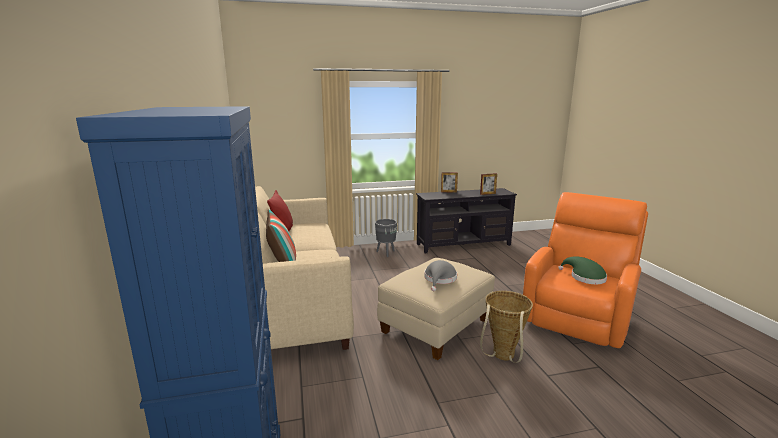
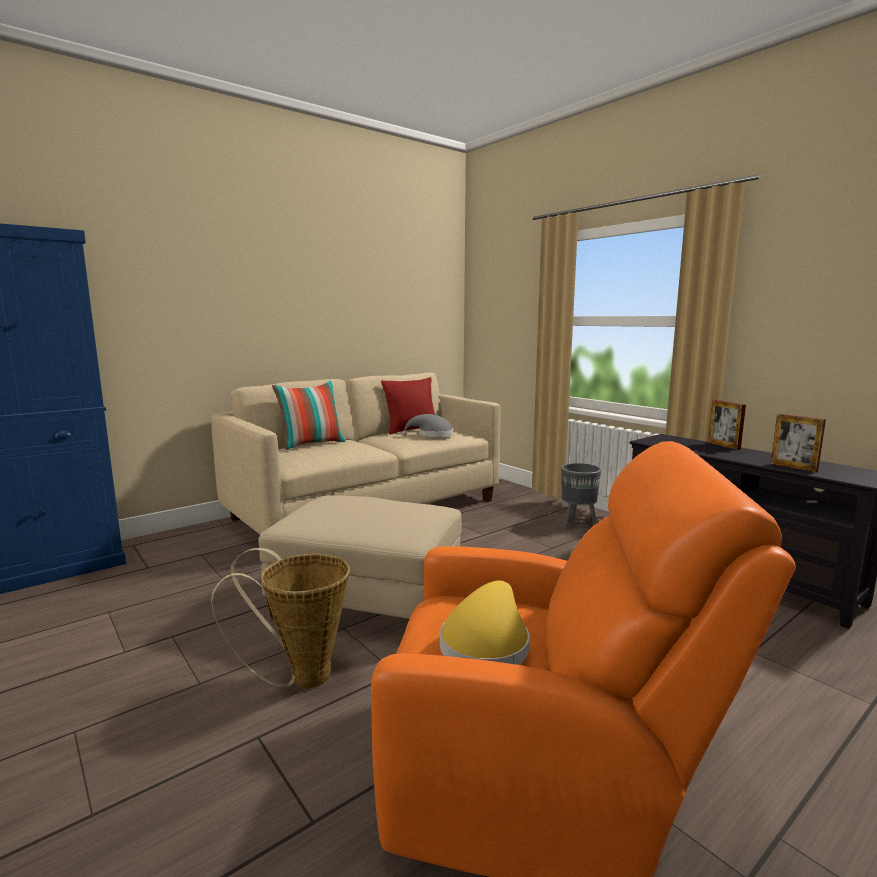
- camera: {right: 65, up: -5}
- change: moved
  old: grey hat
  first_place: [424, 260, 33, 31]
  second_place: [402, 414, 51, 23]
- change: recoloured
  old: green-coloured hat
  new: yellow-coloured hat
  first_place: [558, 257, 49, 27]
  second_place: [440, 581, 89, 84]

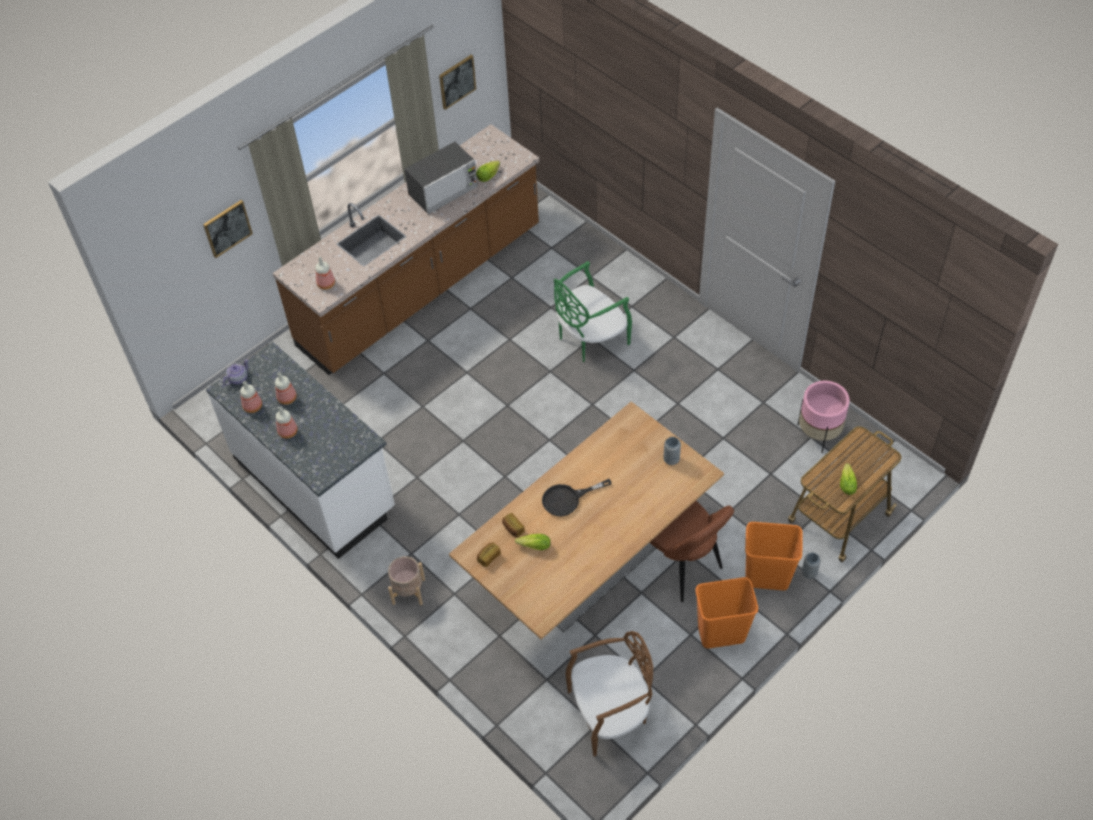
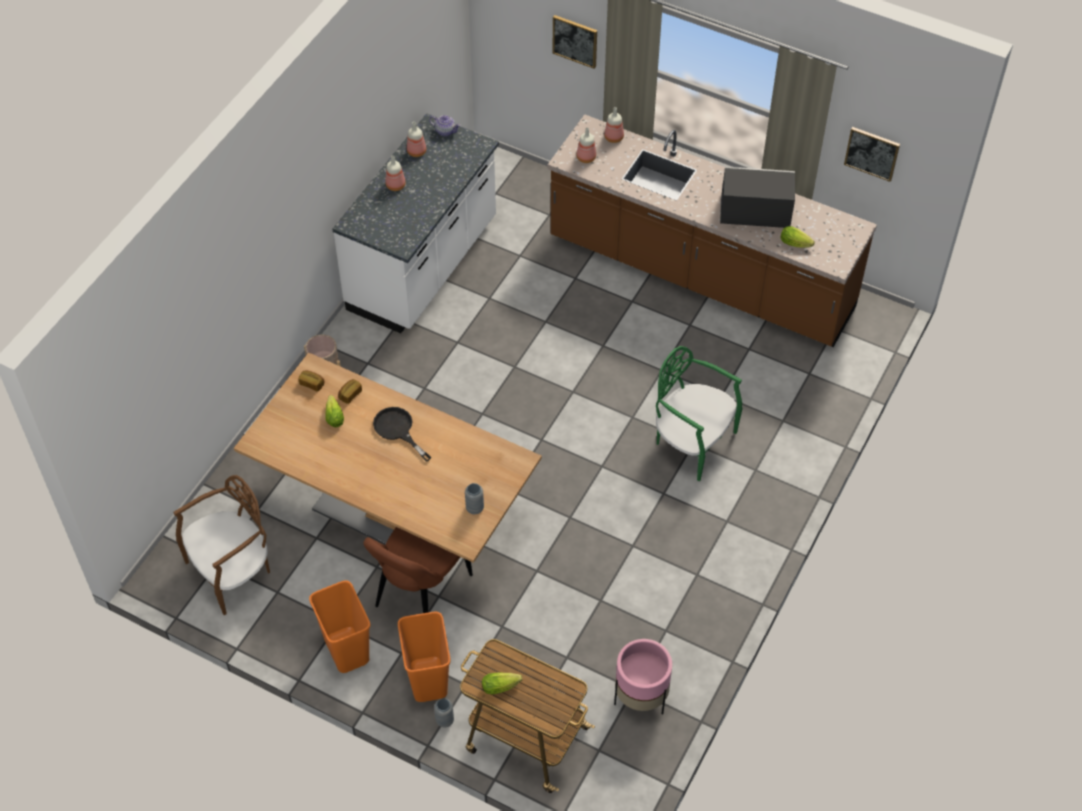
- camera: {right: 70, up: 0}
- change: turned
  old: brown-coloured chair
  first_place: [565, 631, 88, 126]
  second_place: [173, 475, 97, 140]
  degrees: -90
- change: moved
  old: drink bottle
  first_place: [275, 372, 22, 33]
  second_place: [604, 107, 20, 36]
- change: turned
  old: kitchen microwave
  first_place: [404, 142, 74, 72]
  second_place: [720, 167, 75, 61]
  degrees: 150

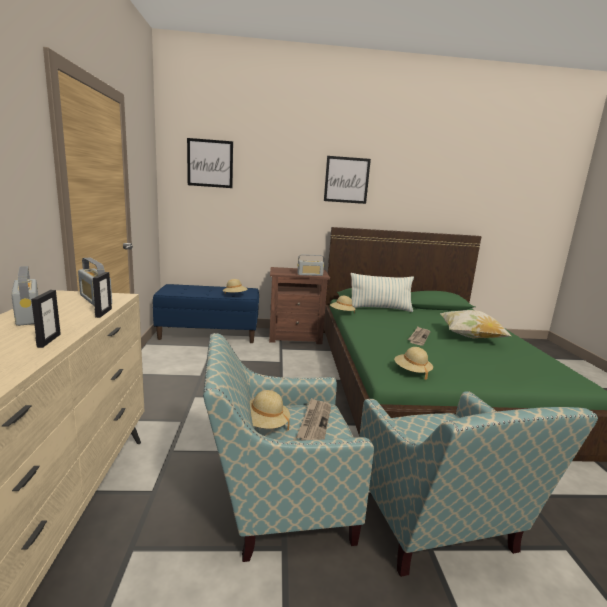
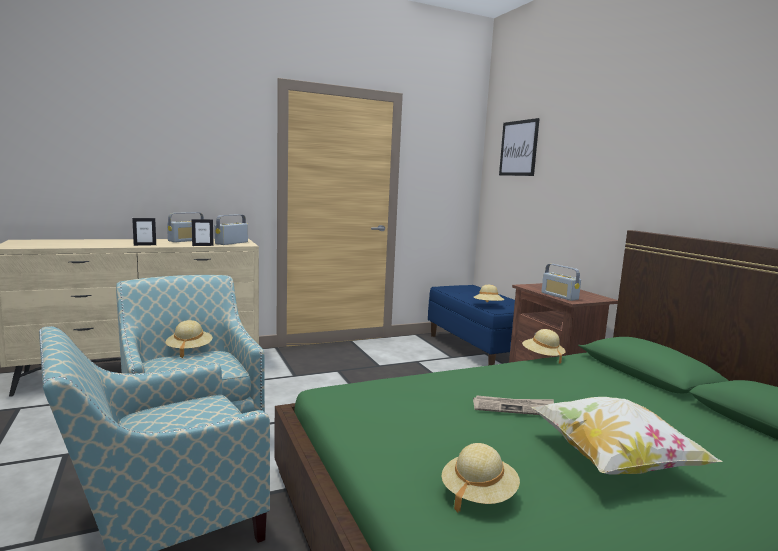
- camera: {right: 70, up: -5}
- change: moved
  old: beige hat
  first_place: [394, 347, 39, 33]
  second_place: [441, 443, 79, 69]
- change: removed
  old: daily paper
  first_place: [296, 398, 35, 42]
- change: removed
  old: picture
  first_place: [324, 156, 47, 48]
- change: removed
  old: cushion
  first_place: [351, 273, 63, 39]

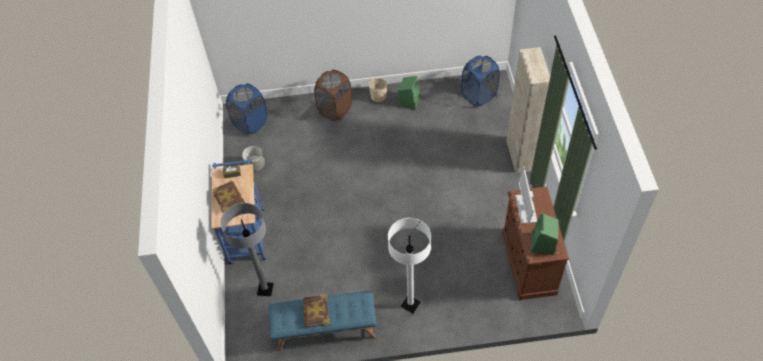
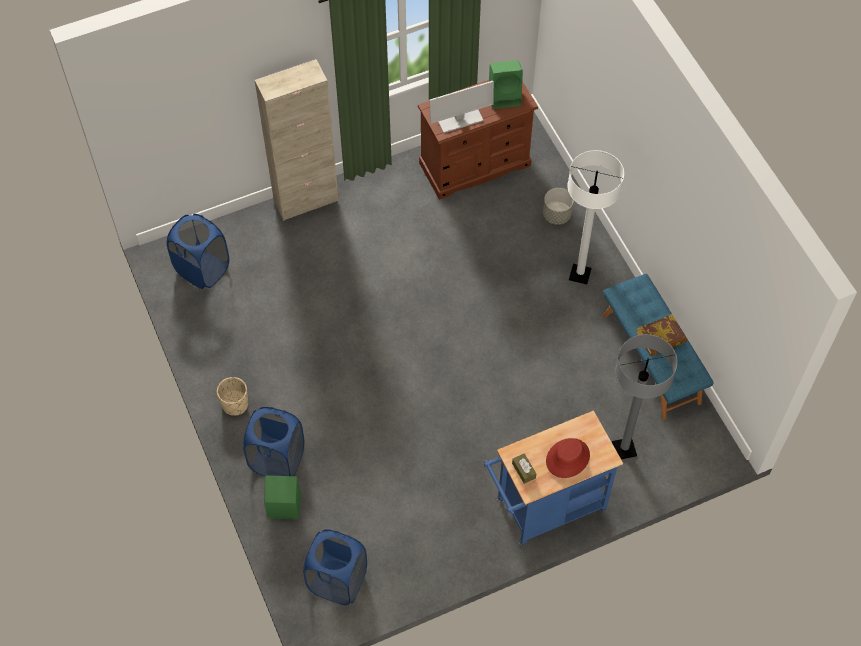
- camera: {right: -110, up: 5}
- change: recoloured
  old: brown-coloured laundry basket
  new: bluish laundry basket
  first_place: [314, 70, 38, 51]
  second_place: [243, 407, 61, 69]
- change: moved
  old: green-coloured audio speaker
  first_place: [398, 76, 23, 34]
  second_place: [264, 475, 37, 45]
- change: moved
  old: grey plant pot
  first_place: [242, 146, 23, 25]
  second_place: [543, 188, 31, 37]
- change: replaced
  old: bound book
  new: red-coloured hat
  first_place: [212, 181, 33, 32]
  second_place: [546, 438, 44, 40]

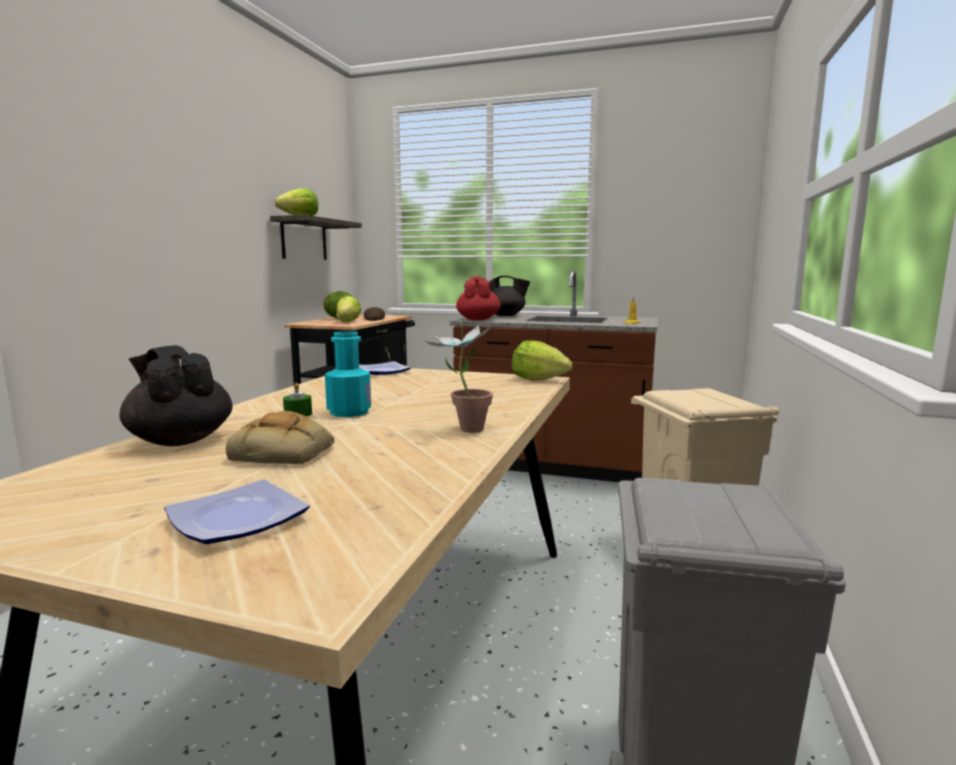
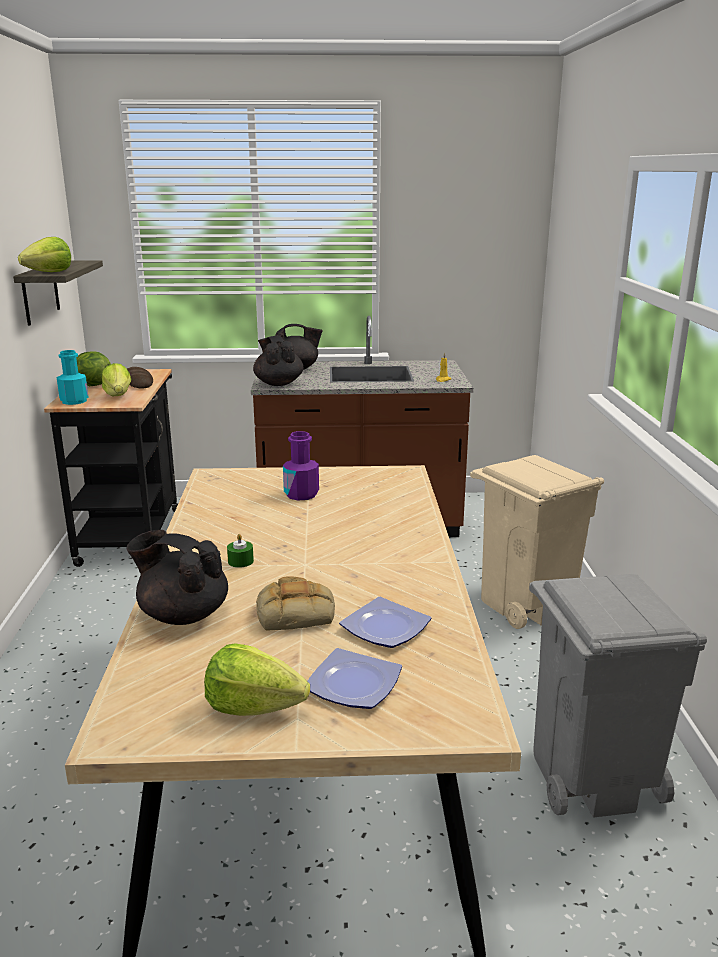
- camera: {right: -20, up: 10}
- change: moved
  old: turquoise-coloured drink bottle
  first_place: [325, 331, 46, 86]
  second_place: [57, 350, 32, 55]
- change: moved
  old: lettuce head
  first_place: [512, 340, 60, 41]
  second_place: [204, 643, 106, 73]
- change: recoloured
  old: red-coloured tea pot
  new: black tea pot
  first_place: [456, 276, 45, 44]
  second_place: [253, 335, 50, 51]
- change: added
  new: purple-coloured drink bottle
  second_place: [283, 431, 36, 70]
- change: moved
  old: flat dish
  first_place: [359, 361, 52, 14]
  second_place: [339, 597, 93, 51]
- change: removed
  old: potted plant
  first_place: [425, 322, 68, 111]

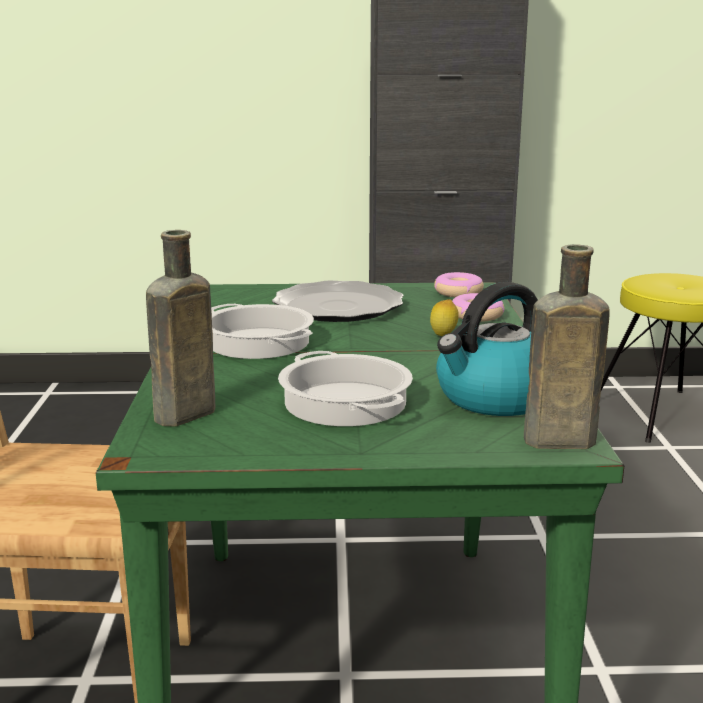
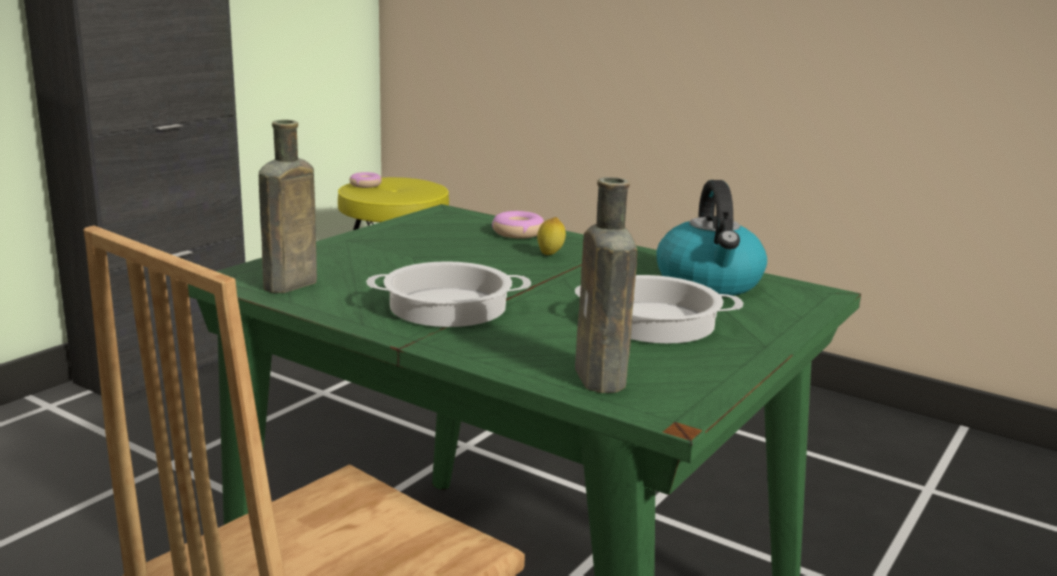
- camera: {right: -55, up: 0}
- change: moved
  old: brown-coloured drink bottle
  first_place: [524, 244, 86, 205]
  second_place: [259, 120, 58, 173]
- change: moved
  old: doughnut
  first_place: [434, 272, 50, 25]
  second_place: [349, 172, 33, 16]
- change: removed
  old: flat dish
  first_place: [272, 280, 132, 42]

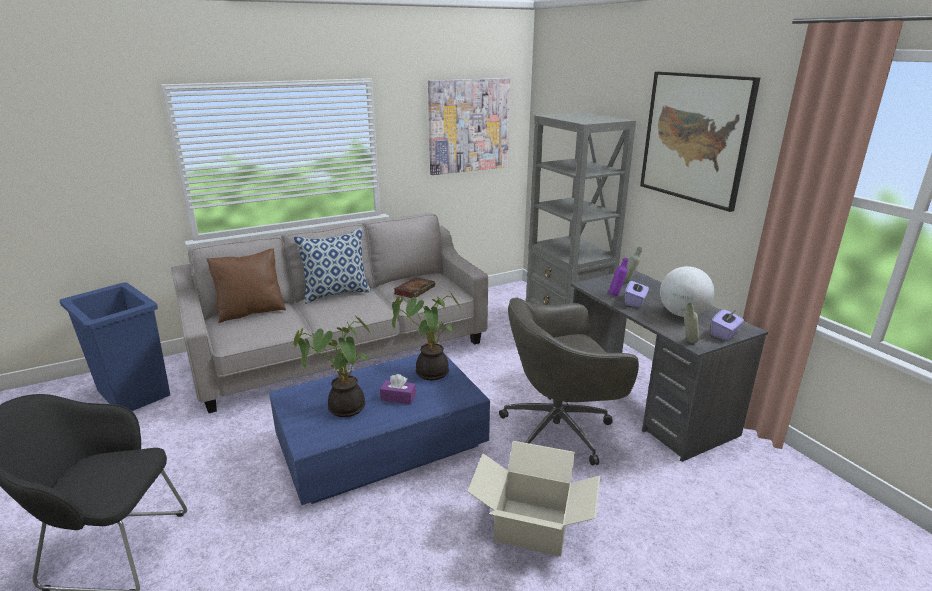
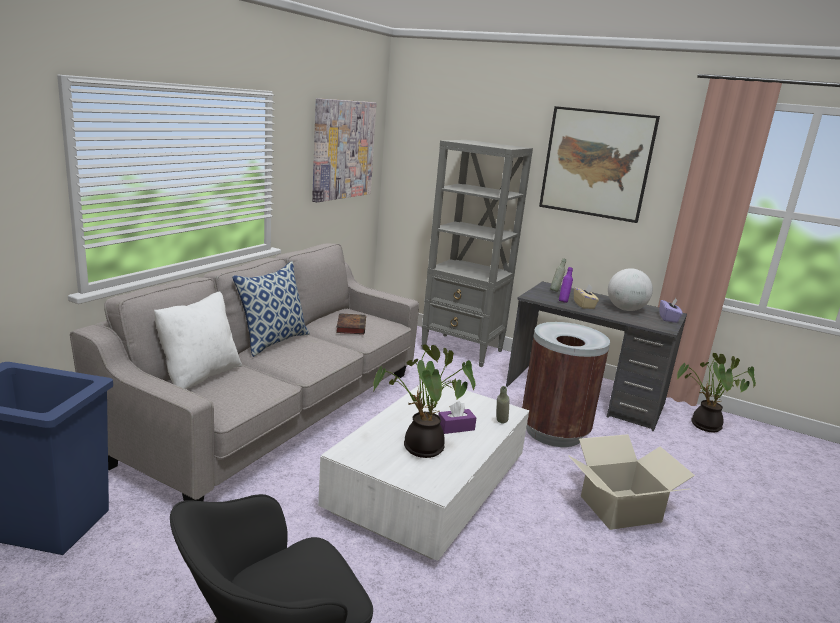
- camera: {right: -35, up: -5}
- change: recoloured
  old: brown-coloured cushion
  new: white cushion
  first_place: [206, 248, 80, 75]
  second_place: [154, 291, 88, 98]
- change: recoloured
  old: bluish lounge table
  new: white lounge table
  first_place: [269, 354, 221, 151]
  second_place: [318, 383, 211, 178]
- change: moved
  old: grey drink bottle
  first_place: [684, 303, 15, 40]
  second_place: [497, 386, 13, 37]
- change: replaced
  old: grey office chair
  new: brown-coloured rubbish bin
  first_place: [499, 298, 140, 168]
  second_place: [522, 322, 88, 125]
- change: recoloured
  old: purple-coloured tissue holder
  new: beige tissue holder
  first_place: [625, 281, 24, 26]
  second_place: [574, 285, 25, 24]
- change: moved
  old: potted plant
  first_place: [392, 292, 68, 88]
  second_place: [677, 353, 79, 79]

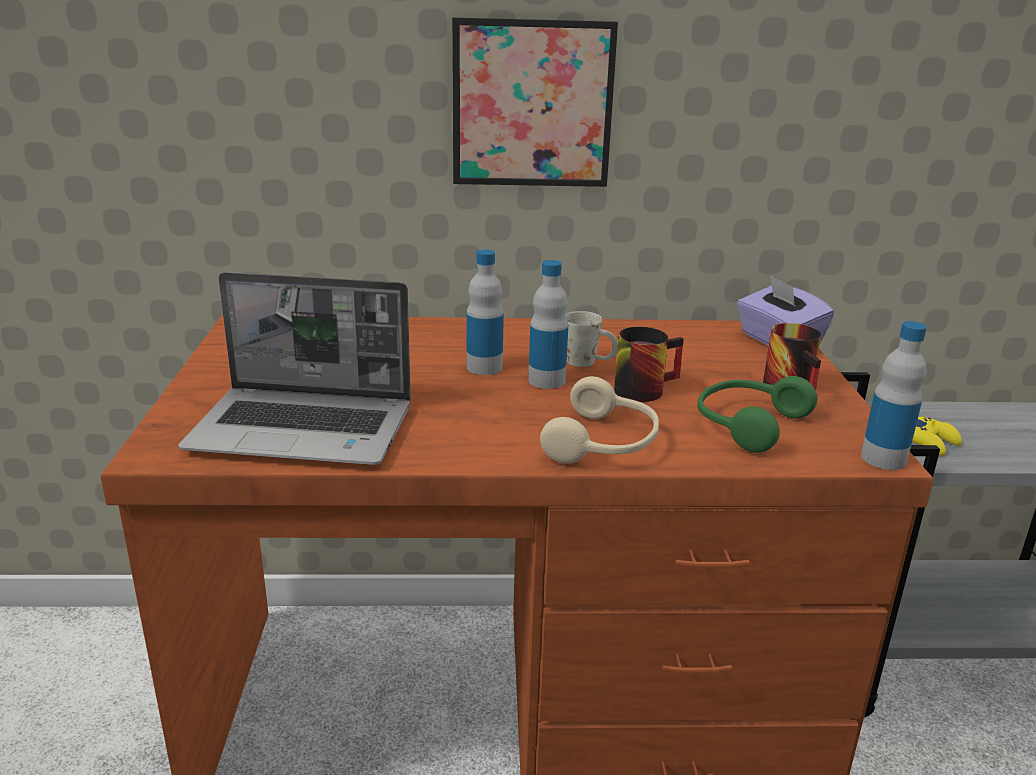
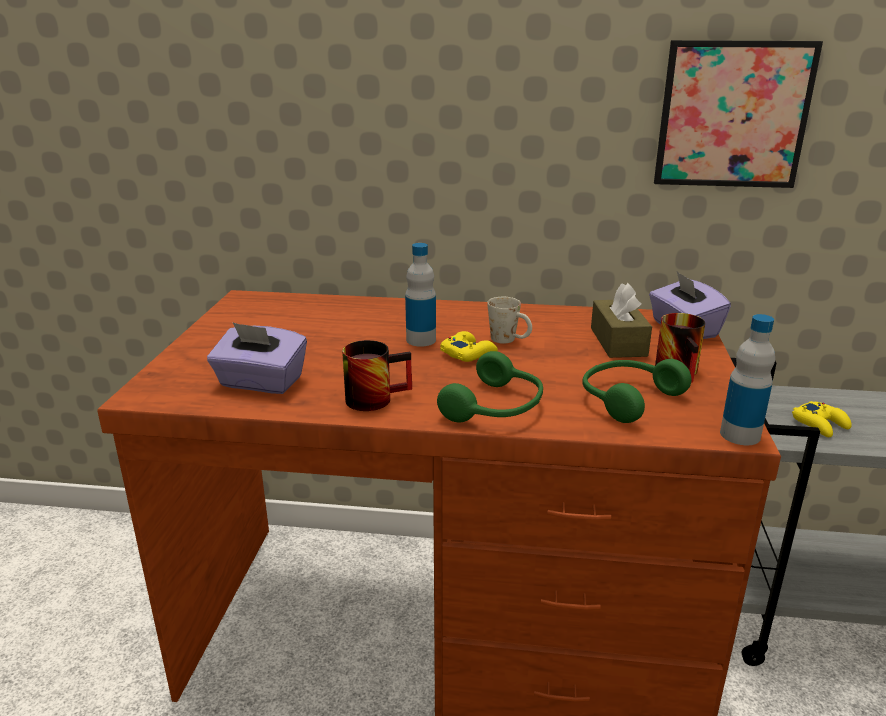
- camera: {right: 10, up: 0}
- change: replaced
  old: notebook computer
  new: purple-coloured tissue holder
  first_place: [178, 272, 233, 193]
  second_place: [207, 323, 100, 71]
- change: moved
  old: tea mug
  first_place: [614, 327, 70, 75]
  second_place: [342, 340, 70, 71]
- change: recoloured
  old: beige pair of headphones
  new: green-coloured pair of headphones
  first_place: [540, 376, 119, 88]
  second_place: [437, 351, 106, 72]
- change: replaced
  old: drink bottle
  new: yellow-coloured gamepad
  first_place: [528, 260, 40, 129]
  second_place: [440, 331, 58, 31]
- change: added
  new: brown-coloured tissue holder
  second_place: [591, 283, 61, 75]
- change: moved
  old: picture
  first_place: [452, 18, 166, 169]
  second_place: [654, 40, 169, 148]

